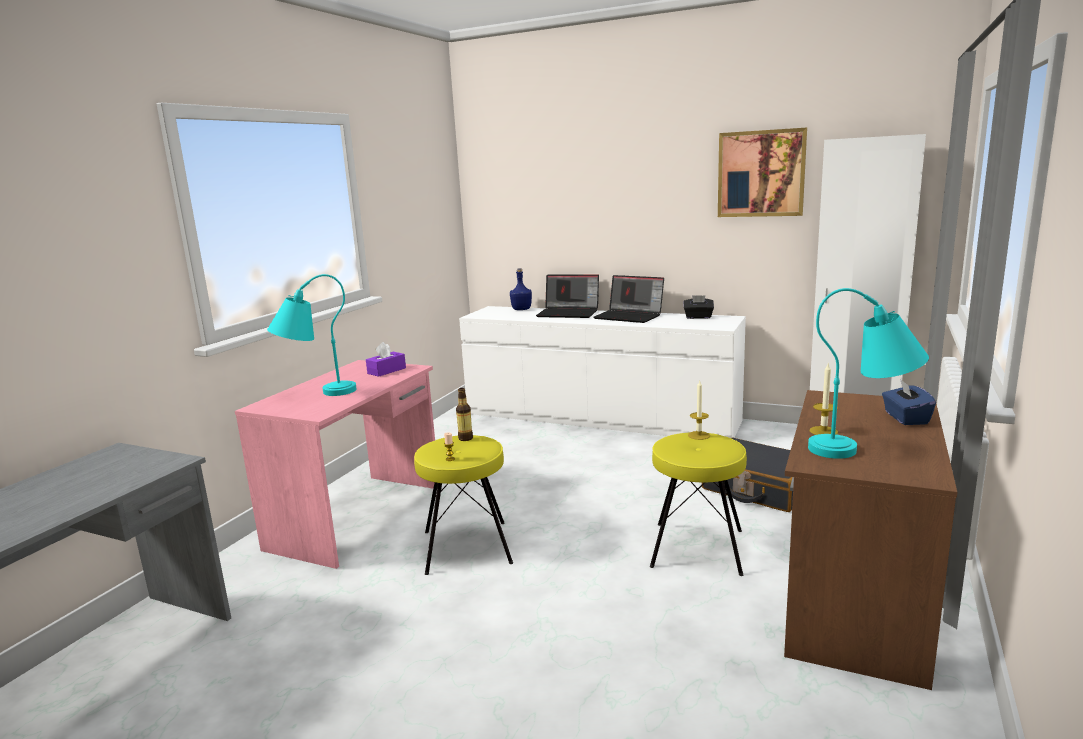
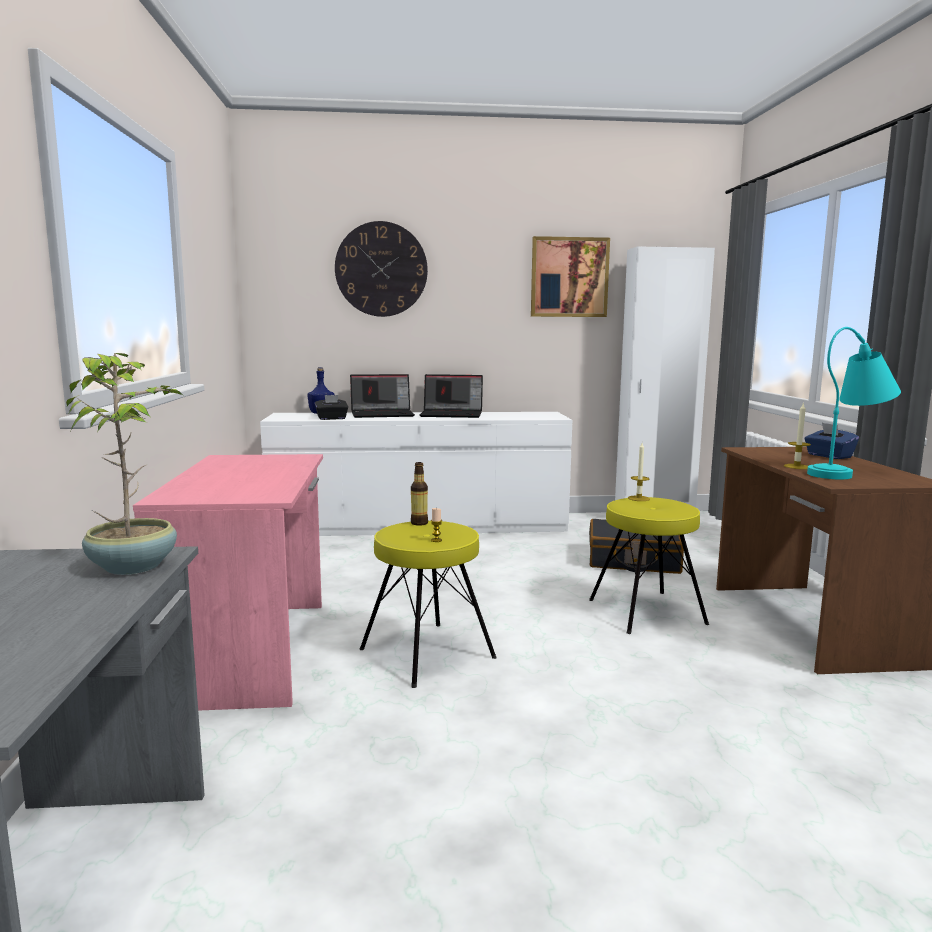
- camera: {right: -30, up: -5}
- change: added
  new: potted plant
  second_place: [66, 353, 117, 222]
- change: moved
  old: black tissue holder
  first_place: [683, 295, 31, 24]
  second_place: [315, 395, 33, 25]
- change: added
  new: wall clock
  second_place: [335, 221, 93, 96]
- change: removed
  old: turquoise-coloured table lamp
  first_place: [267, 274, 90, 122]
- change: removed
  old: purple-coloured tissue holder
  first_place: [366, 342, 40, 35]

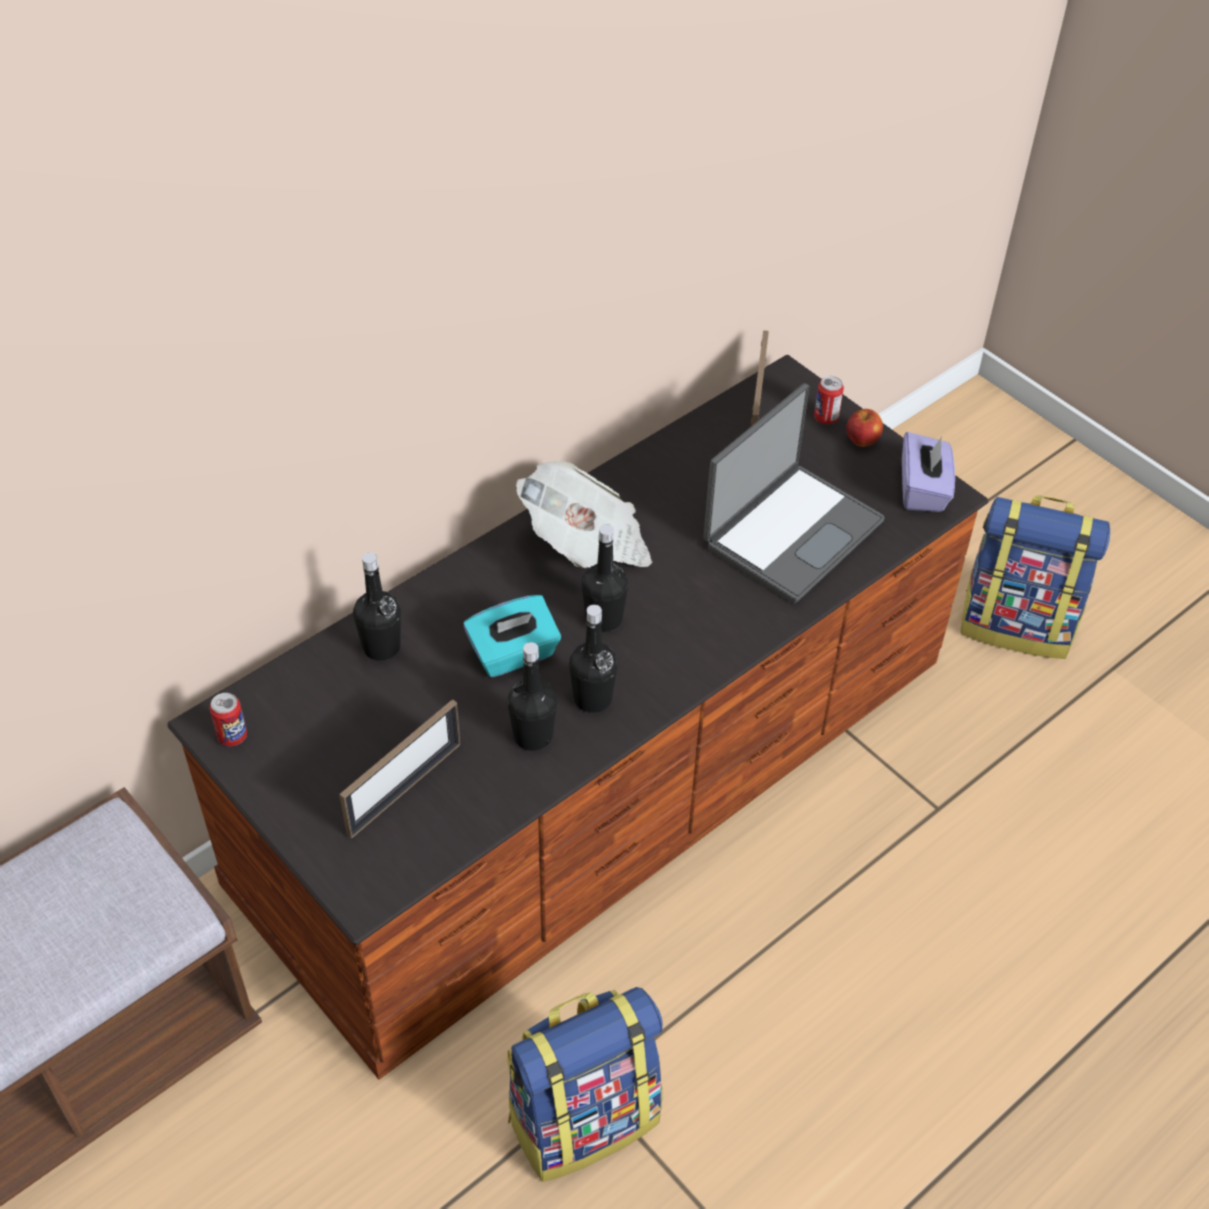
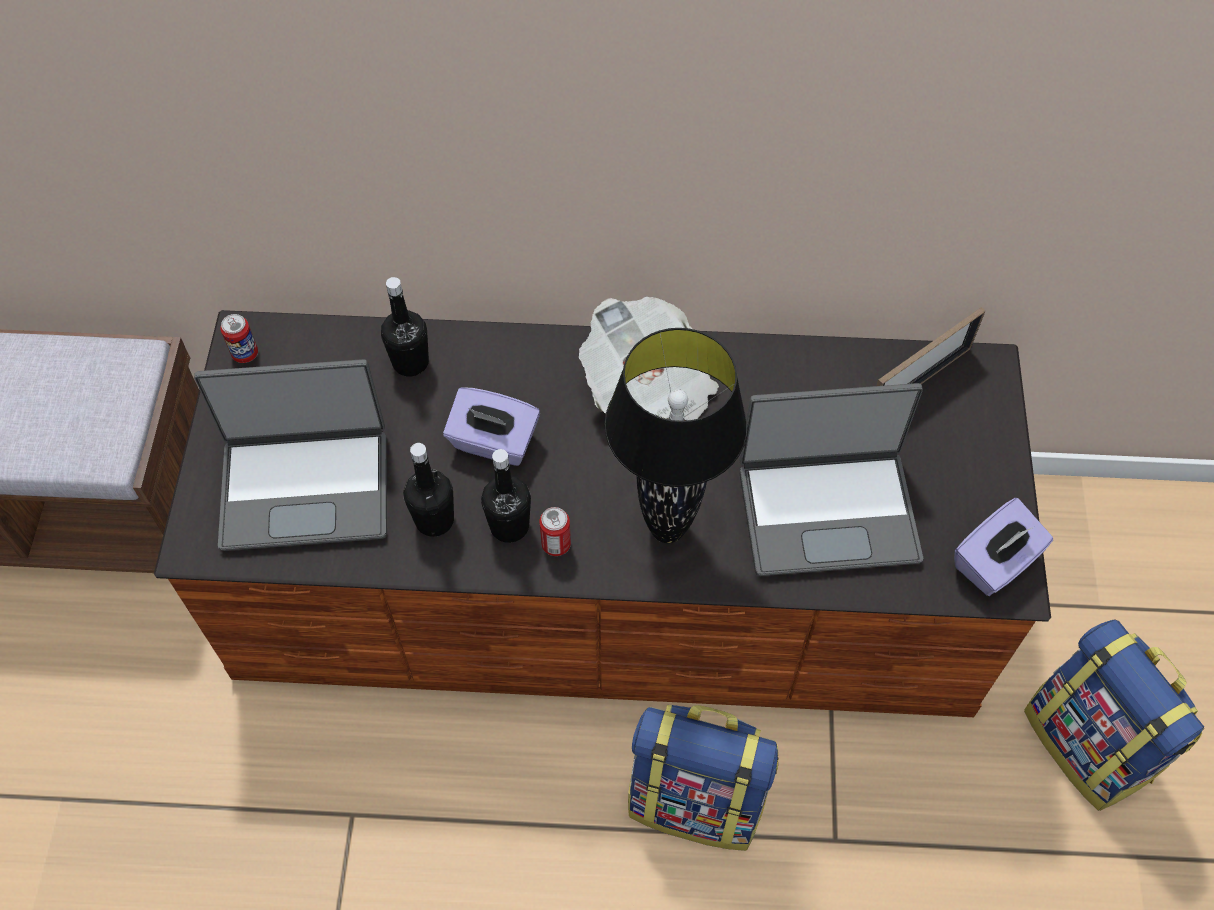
- camera: {right: 45, up: 10}
- change: replaced
  old: picture frame
  new: notebook computer
  first_place: [339, 699, 122, 139]
  second_place: [194, 359, 193, 192]
- change: recoloured
  old: turquoise-coloured tissue holder
  new: purple-coloured tissue holder
  first_place: [463, 595, 98, 82]
  second_place: [443, 387, 97, 79]
- change: moved
  old: can
  first_place: [814, 376, 30, 48]
  second_place: [539, 507, 32, 49]
- change: added
  new: black table lamp
  second_place: [604, 328, 143, 215]
- change: moved
  old: rucksack
  first_place: [507, 987, 156, 195]
  second_place: [628, 705, 150, 146]
- change: removed
  old: black drink bottle
  first_place: [582, 524, 46, 108]
- change: removed
  old: whole apple
  first_place: [846, 409, 37, 38]

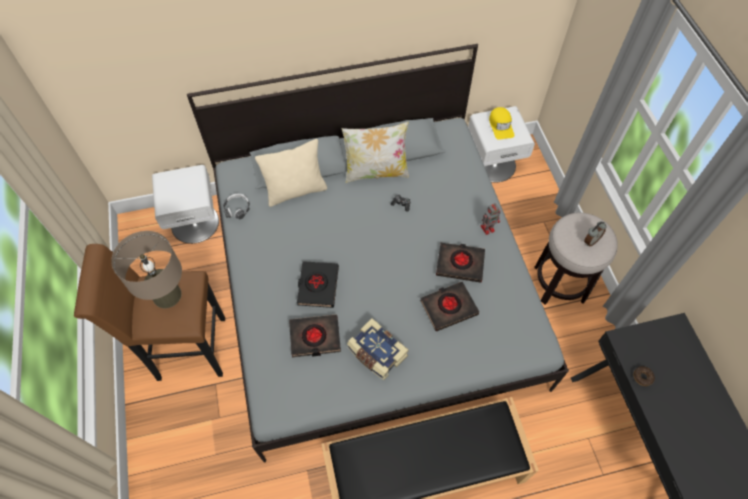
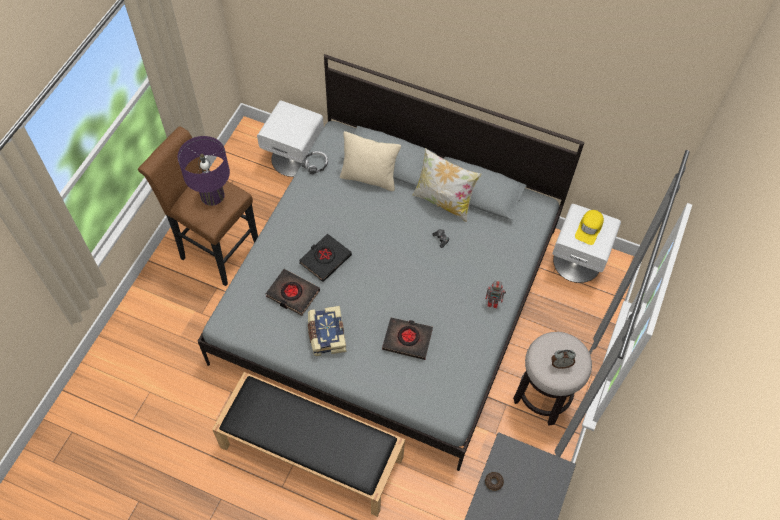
- camera: {right: 35, up: 0}
- change: recoloured
  old: beige table lamp
  new: purple-coloured table lamp
  first_place: [111, 231, 71, 77]
  second_place: [178, 136, 52, 70]
- change: removed
  old: black bound book
  first_place: [436, 243, 49, 40]

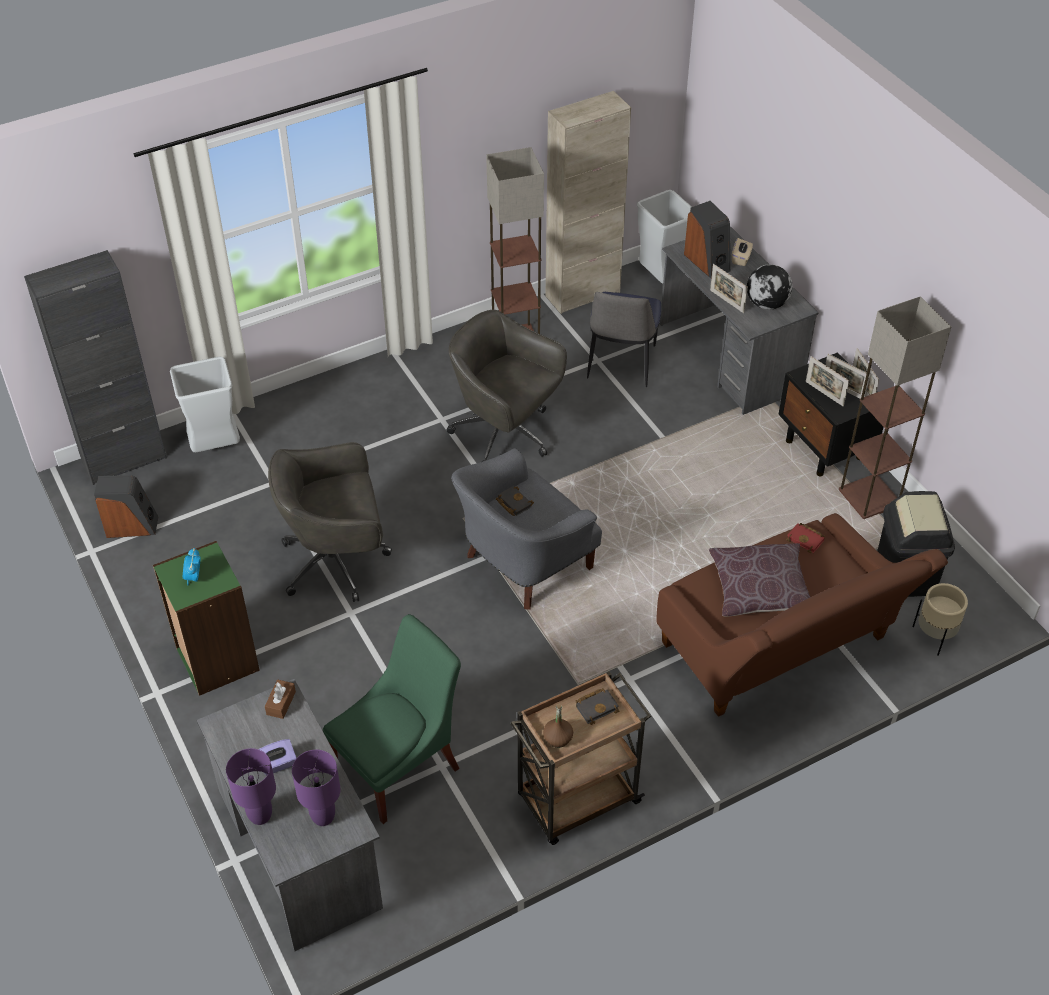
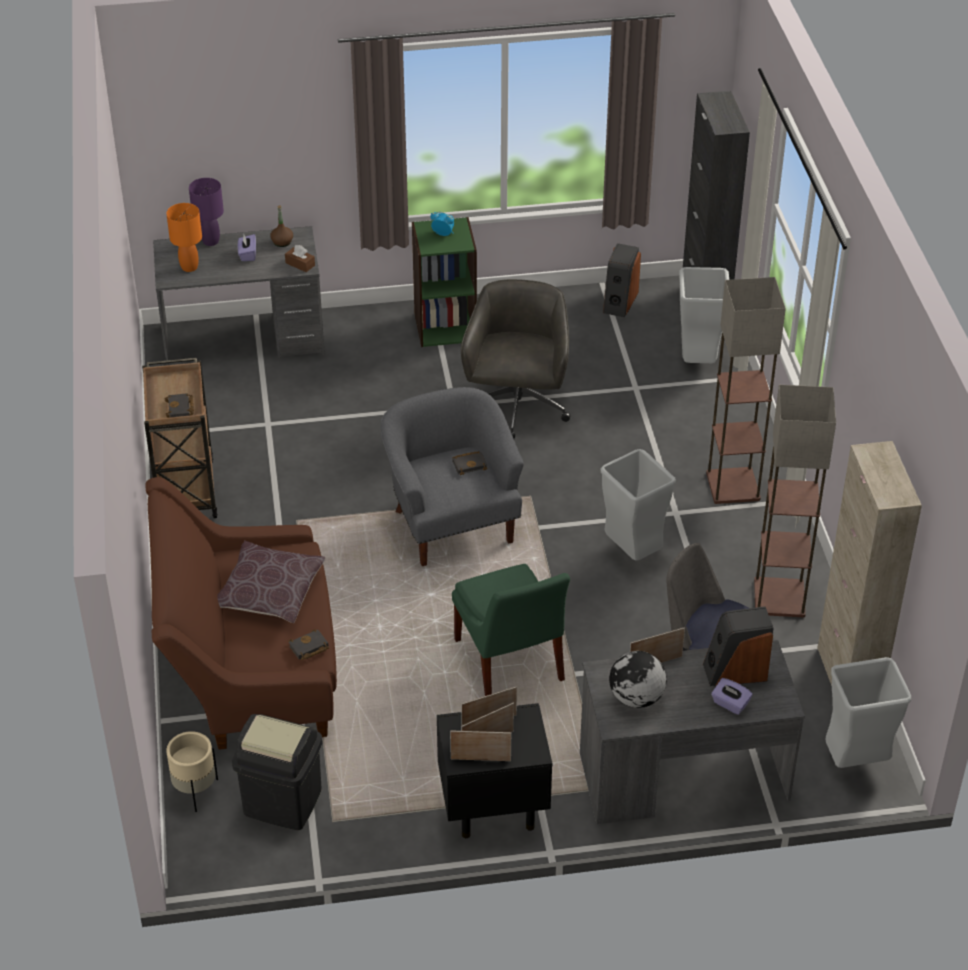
- camera: {right: 110, up: -5}
- change: recoloured
  old: purple-coloured table lamp
  new: orange table lamp
  first_place: [292, 750, 49, 76]
  second_place: [166, 203, 36, 69]
- change: moved
  old: brown-coloured drink bottle
  first_place: [543, 704, 30, 44]
  second_place: [270, 205, 23, 42]
- change: recoloured
  old: red-coloured bound book
  new: black bound book
  first_place: [786, 523, 39, 30]
  second_place: [288, 629, 41, 31]
- change: moved
  old: green-coloured chair
  first_place: [323, 614, 138, 210]
  second_place: [452, 564, 118, 132]
- change: replaced
  old: grey office chair
  new: grey rubbish bin
  first_place: [446, 310, 121, 152]
  second_place: [600, 449, 76, 112]
- change: moved
  old: floor lamp
  first_place: [839, 296, 112, 223]
  second_place: [706, 277, 80, 227]
- change: recoloured
  old: beige tissue holder
  new: purple-coloured tissue holder
  first_place: [732, 238, 21, 28]
  second_place: [711, 678, 42, 37]

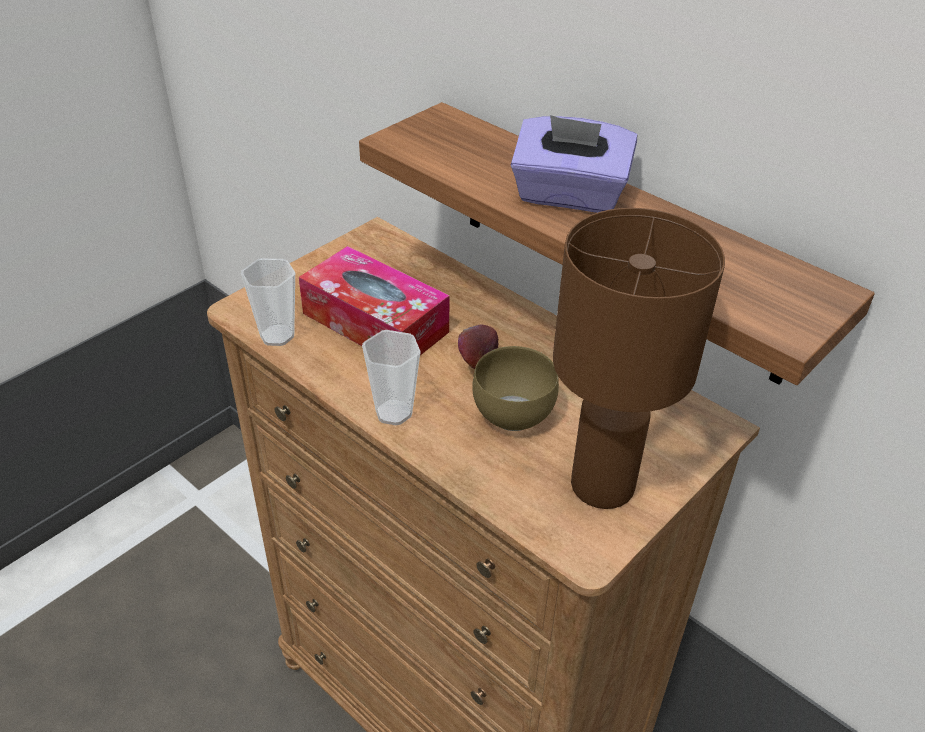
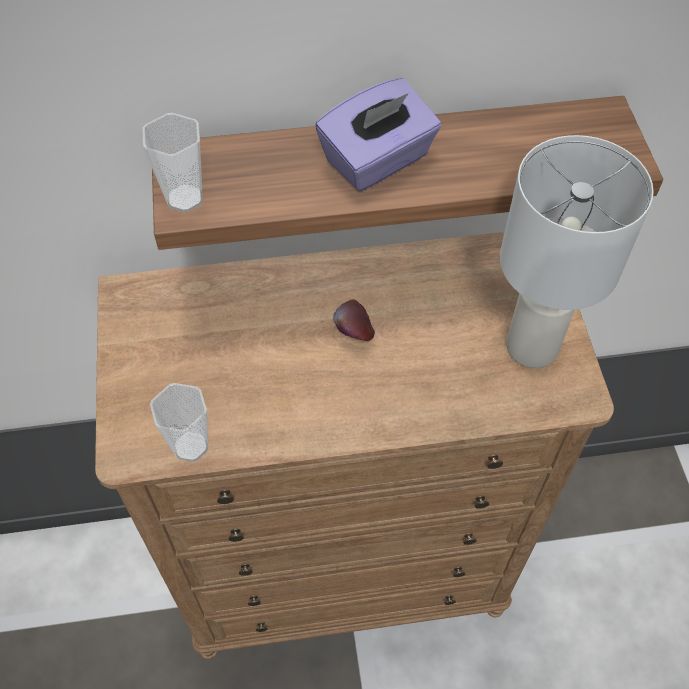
- camera: {right: -50, up: 15}
- change: moved
  old: small cup
  first_place: [362, 330, 59, 95]
  second_place: [143, 113, 60, 100]
- change: recoloured
  old: brown-coloured table lamp
  new: white table lamp
  first_place: [553, 208, 172, 301]
  second_place: [500, 135, 154, 233]
- change: removed
  old: tissue holder
  first_place: [299, 246, 151, 109]
- change: removed
  old: brown-coloured serving bowl
  first_place: [472, 346, 87, 85]

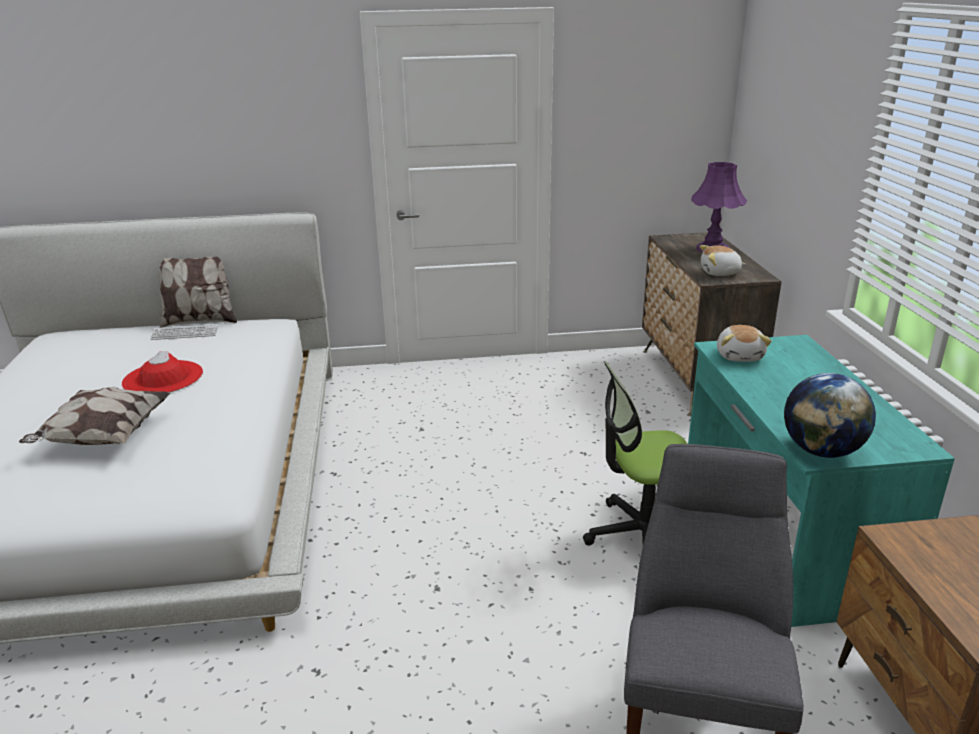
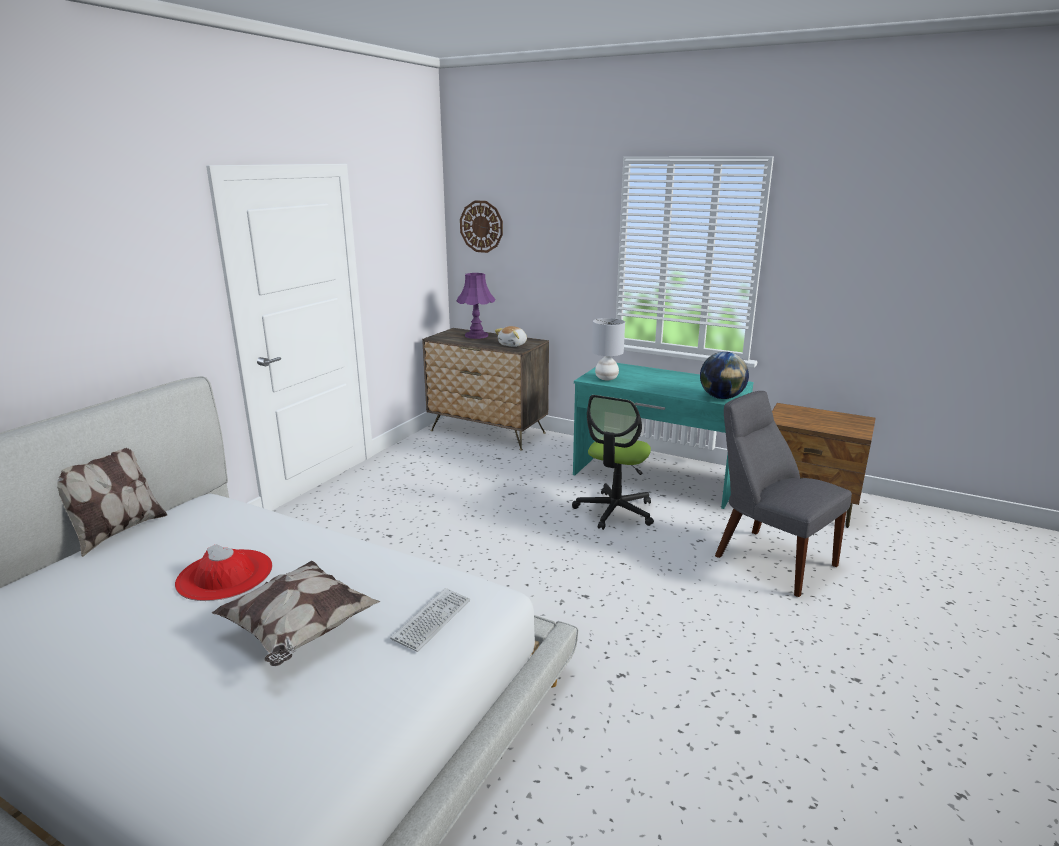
- camera: {right: -55, up: -5}
- change: moved
  old: computer keyboard
  first_place: [150, 324, 69, 16]
  second_place: [390, 588, 80, 64]
- change: added
  new: wall clock
  second_place: [460, 200, 43, 53]
- change: replaced
  old: plush toy
  new: grey table lamp
  first_place: [717, 325, 55, 37]
  second_place: [592, 318, 33, 63]

